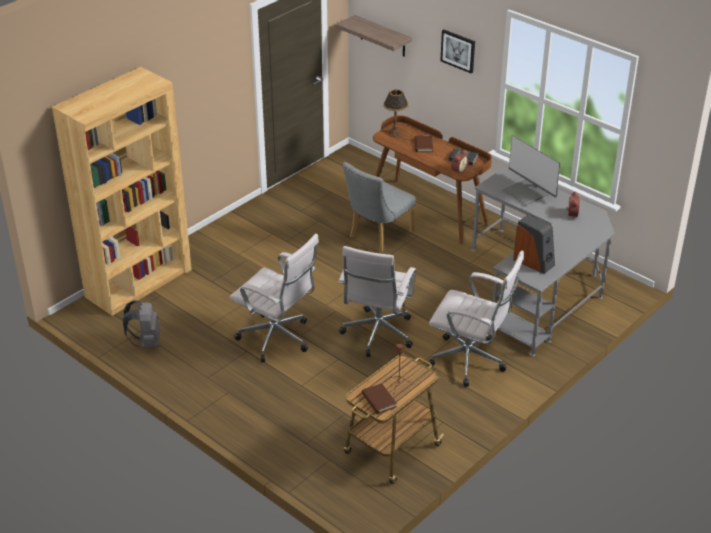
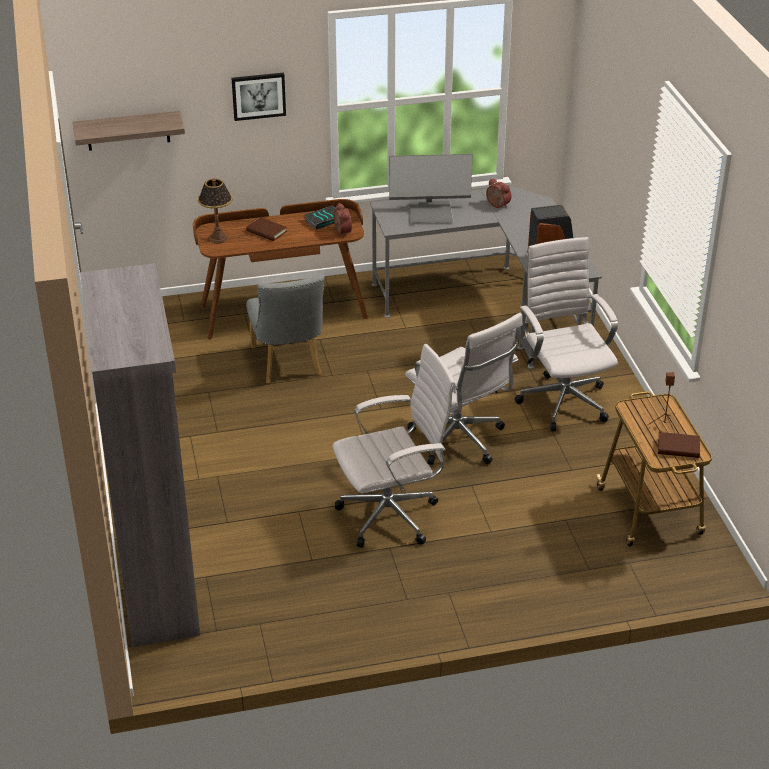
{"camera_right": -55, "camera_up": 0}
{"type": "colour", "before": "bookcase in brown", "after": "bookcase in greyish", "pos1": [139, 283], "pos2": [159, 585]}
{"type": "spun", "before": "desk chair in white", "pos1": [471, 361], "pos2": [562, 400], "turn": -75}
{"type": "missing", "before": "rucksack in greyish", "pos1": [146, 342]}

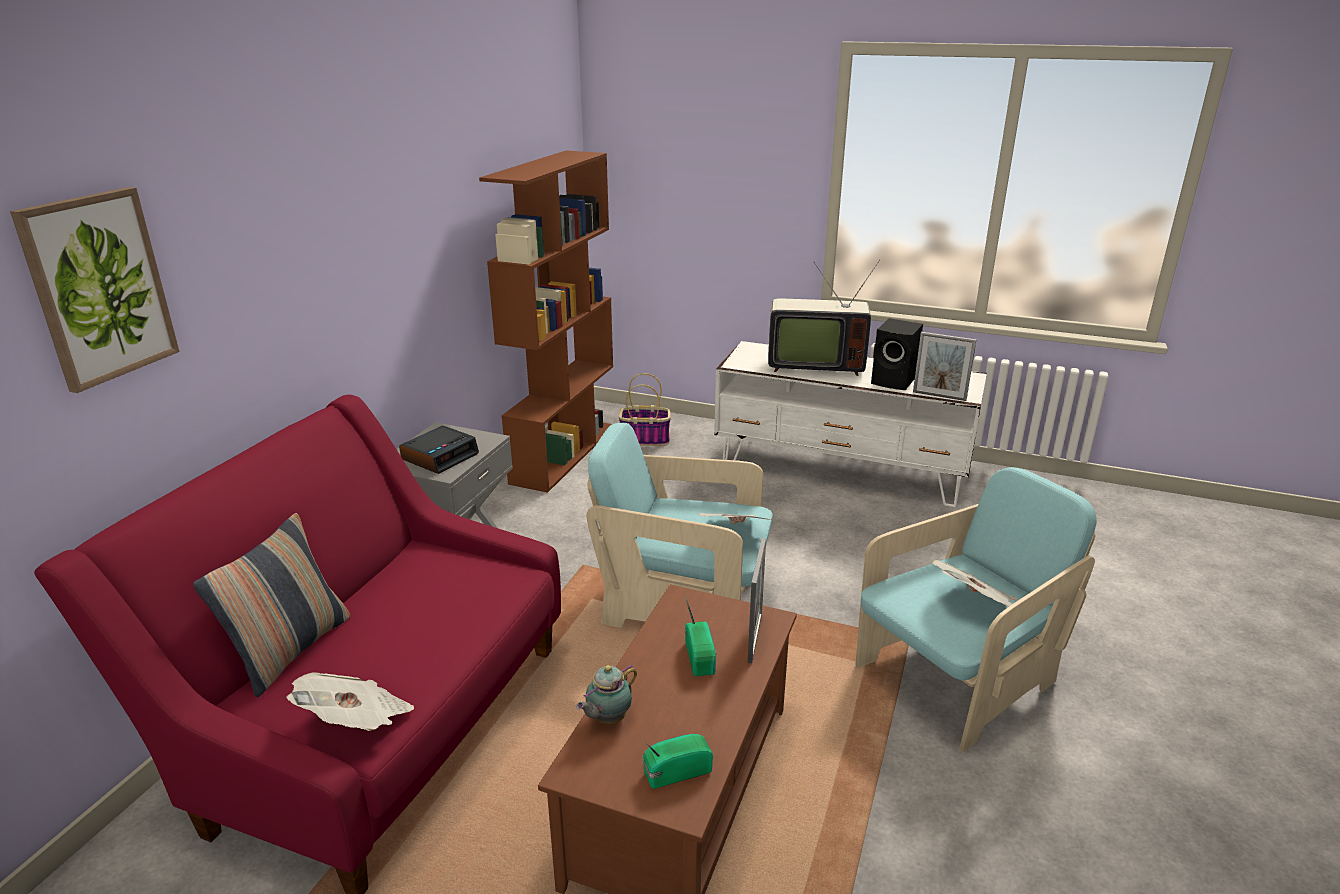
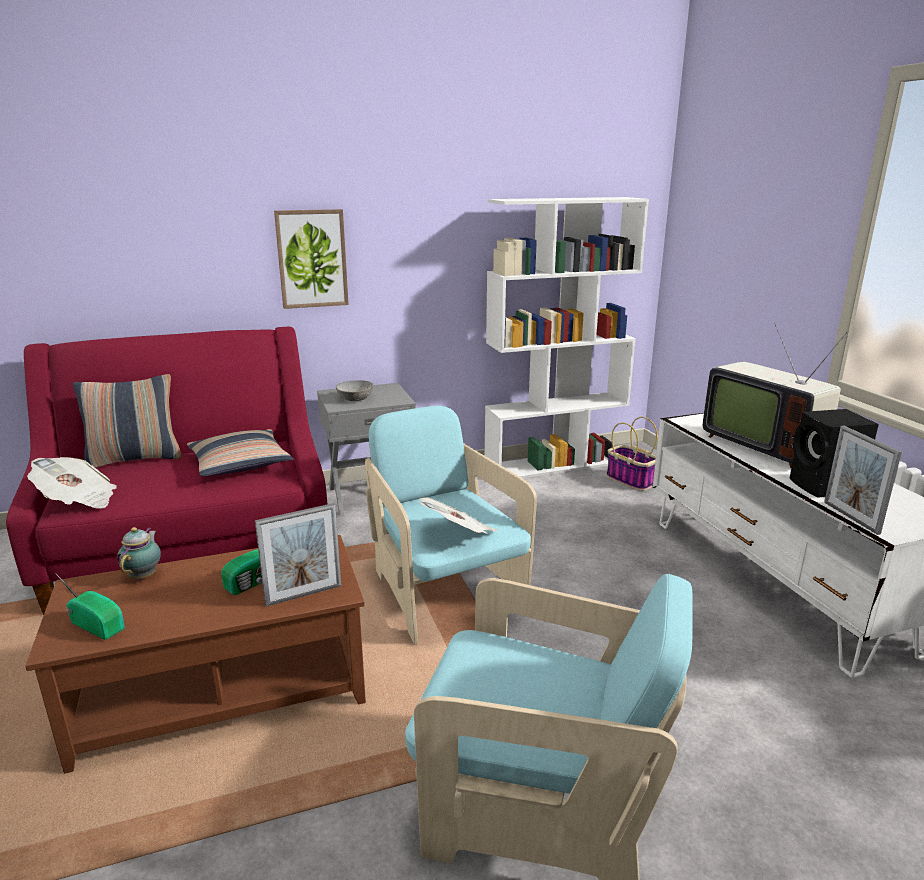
{"camera_right": 50, "camera_up": -5}
{"type": "colour", "before": "bookcase in brown", "after": "bookcase in white", "pos1": [564, 453], "pos2": [554, 464]}
{"type": "relocated", "before": "wall picture", "pos1": [99, 288], "pos2": [312, 259]}
{"type": "exchanged", "before": "bedside clock", "after": "deep dish in greyish", "pos1": [440, 456], "pos2": [356, 398]}
{"type": "missing", "before": "printed paper", "pos1": [974, 603]}
{"type": "spun", "before": "teapot", "pos1": [607, 719], "pos2": [144, 575], "turn": 90}
{"type": "appeared", "after": "cushion", "pos2": [240, 464]}

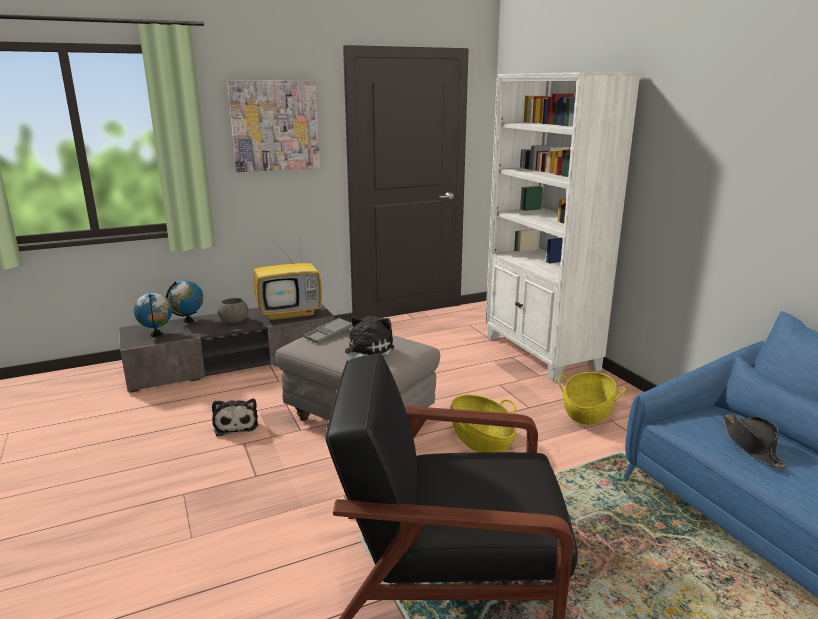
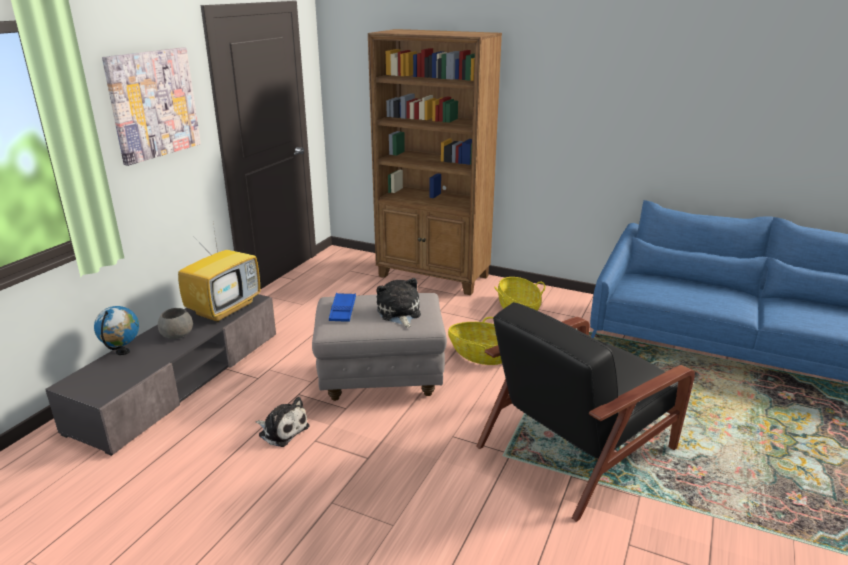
{"camera_right": -40, "camera_up": 5}
{"type": "colour", "before": "bookcase in white", "after": "bookcase in brown", "pos1": [540, 353], "pos2": [434, 277]}
{"type": "missing", "before": "world globe", "pos1": [157, 334]}
{"type": "colour", "before": "carrying tray in greyish", "after": "carrying tray in blue-coloured", "pos1": [329, 334], "pos2": [342, 310]}
{"type": "missing", "before": "clothing hat in black", "pos1": [751, 446]}

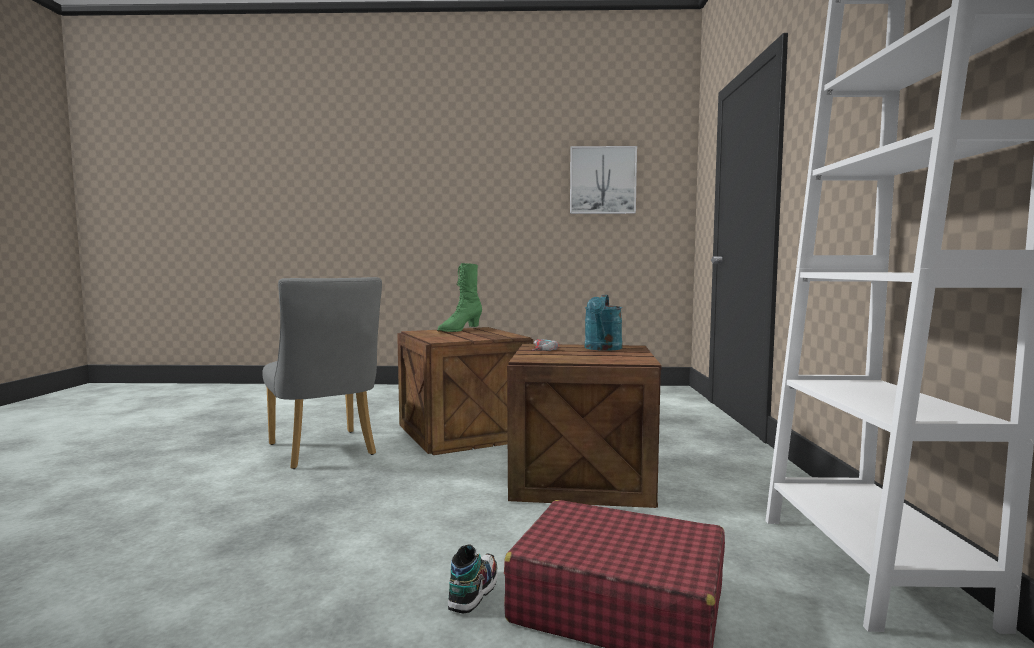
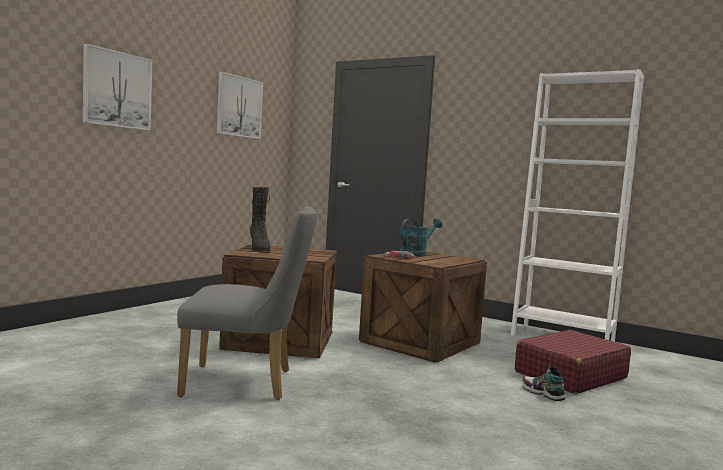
{"camera_right": -60, "camera_up": 0}
{"type": "colour", "before": "high-top boot in green", "after": "high-top boot in black", "pos1": [459, 330], "pos2": [259, 249]}
{"type": "spun", "before": "sprinkling can in turquoise-coloured", "pos1": [602, 349], "pos2": [416, 254], "turn": -90}
{"type": "appeared", "after": "wall picture", "pos2": [117, 89]}

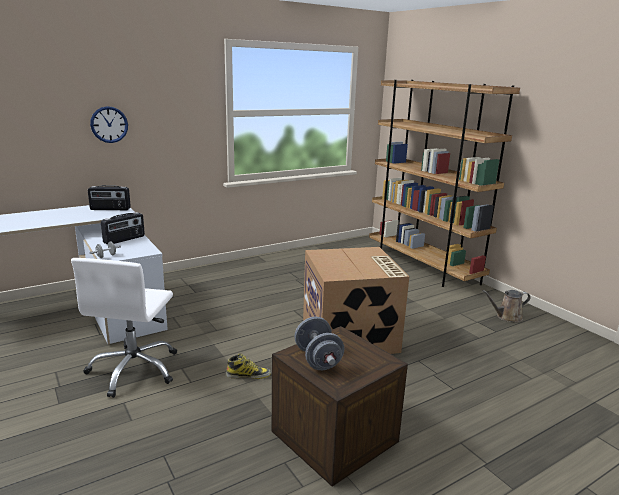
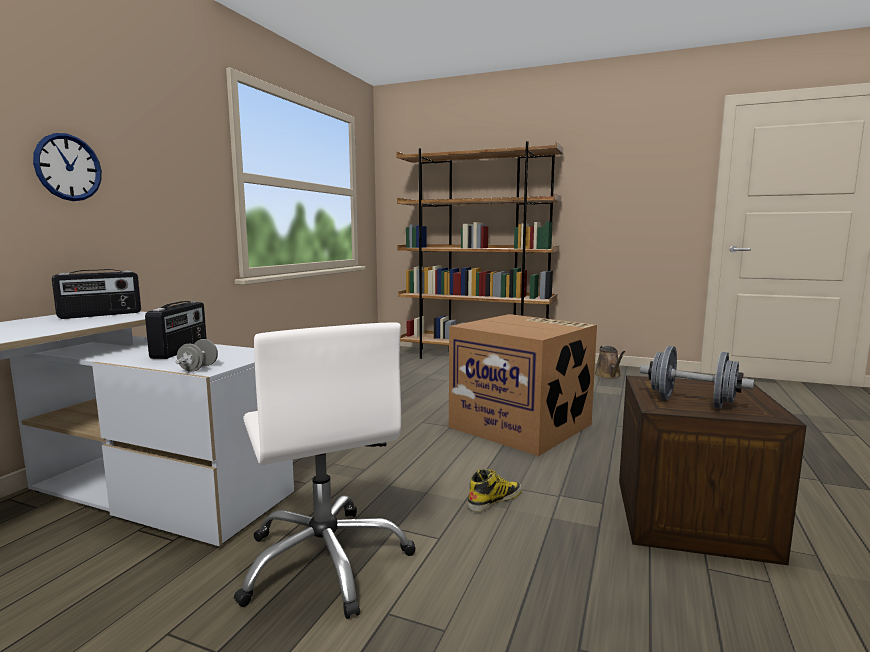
{"camera_right": -35, "camera_up": -10}
{"type": "spun", "before": "sprinkling can in brown", "pos1": [506, 317], "pos2": [608, 376], "turn": -45}

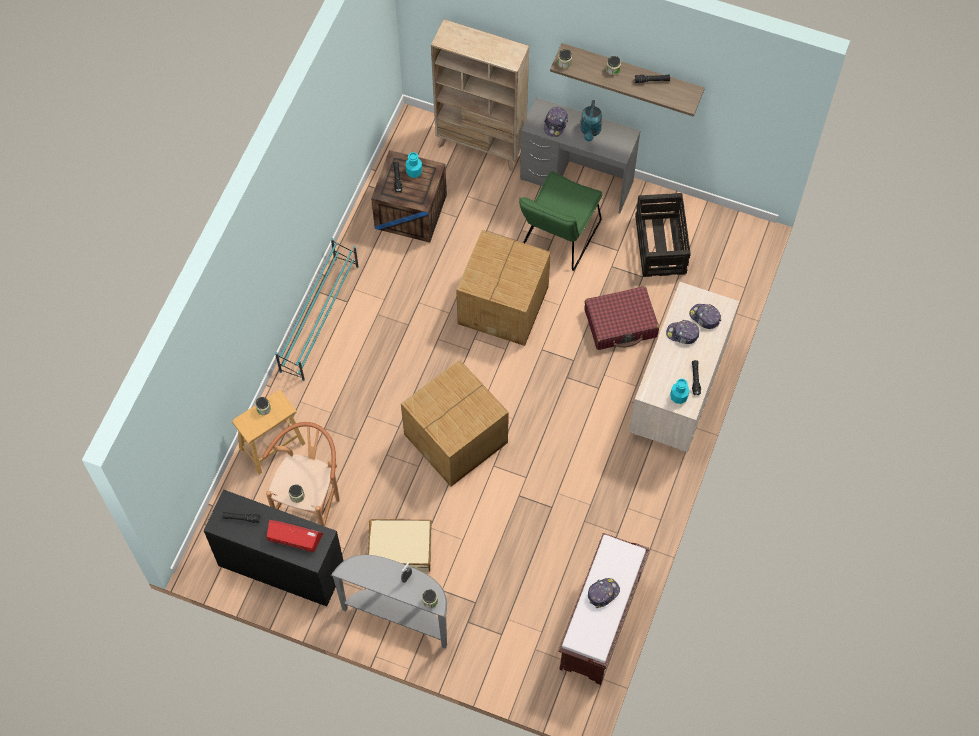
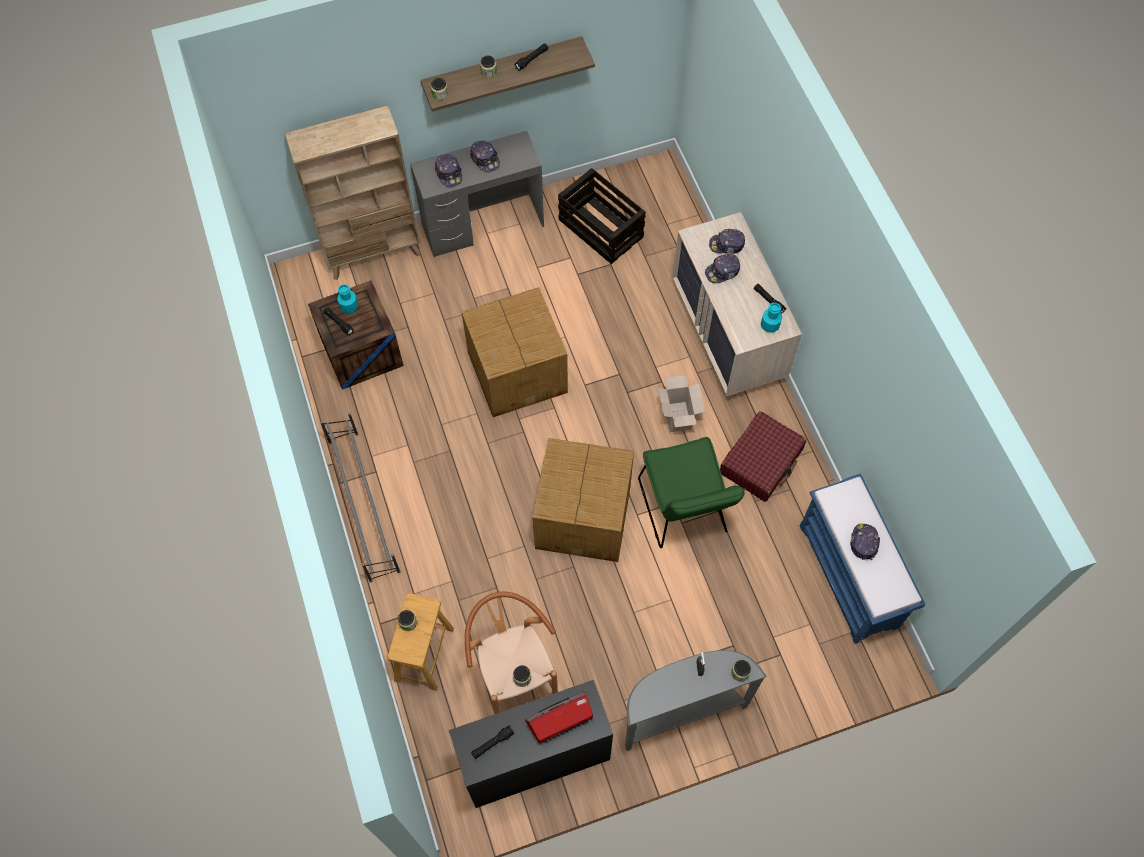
{"camera_right": -40, "camera_up": 0}
{"type": "exchanged", "before": "sprinkling can in turquoise-coloured", "after": "cap", "pos1": [590, 131], "pos2": [485, 159]}
{"type": "relocated", "before": "upright chair in green", "pos1": [558, 239], "pos2": [684, 512]}
{"type": "colour", "before": "shoe stand in turquoise-coloured", "after": "shoe stand in greyish", "pos1": [320, 318], "pos2": [363, 504]}
{"type": "relocated", "before": "suitcase in reddish", "pos1": [620, 323], "pos2": [761, 461]}
{"type": "missing", "before": "suitcase in beige-coloured", "pos1": [400, 549]}
{"type": "colour", "before": "bench in brown", "after": "bench in blue-coloured", "pos1": [600, 624], "pos2": [849, 577]}
{"type": "appeared", "after": "packing box", "pos2": [679, 418]}

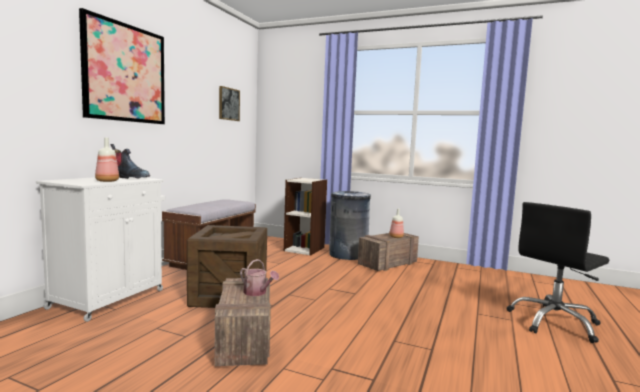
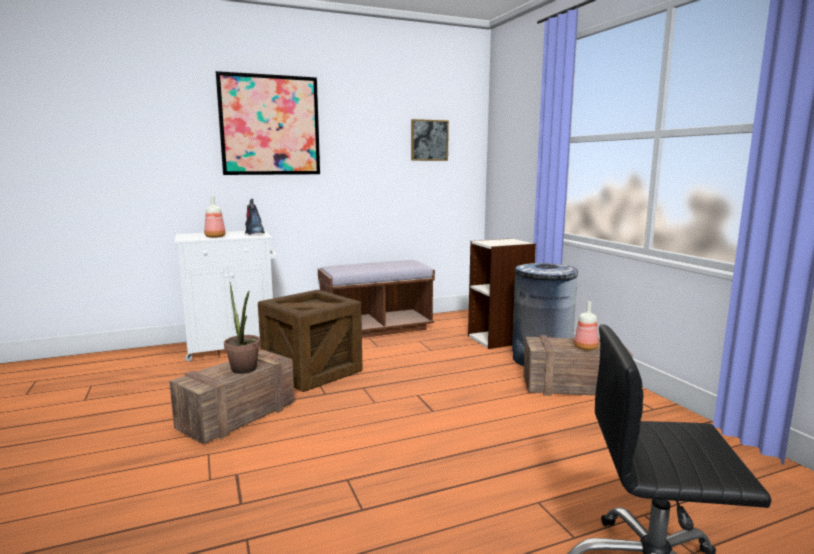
{"camera_right": 45, "camera_up": 5}
{"type": "exchanged", "before": "sprinkling can", "after": "potted plant", "pos1": [257, 293], "pos2": [245, 371]}

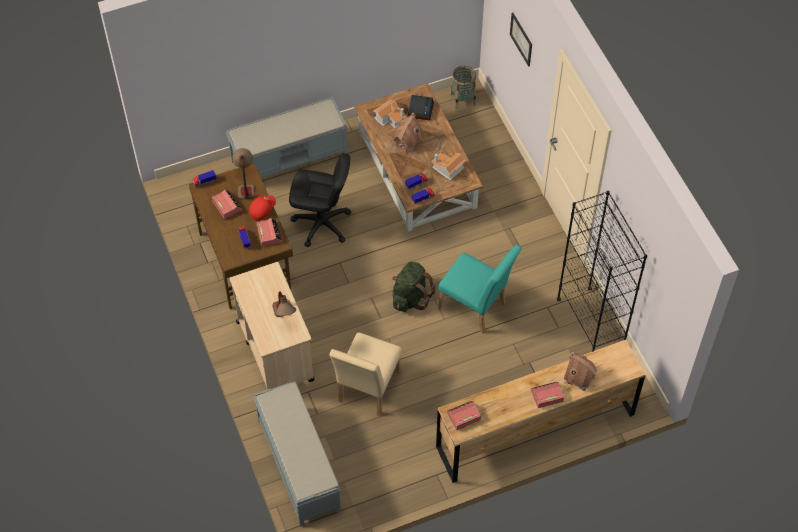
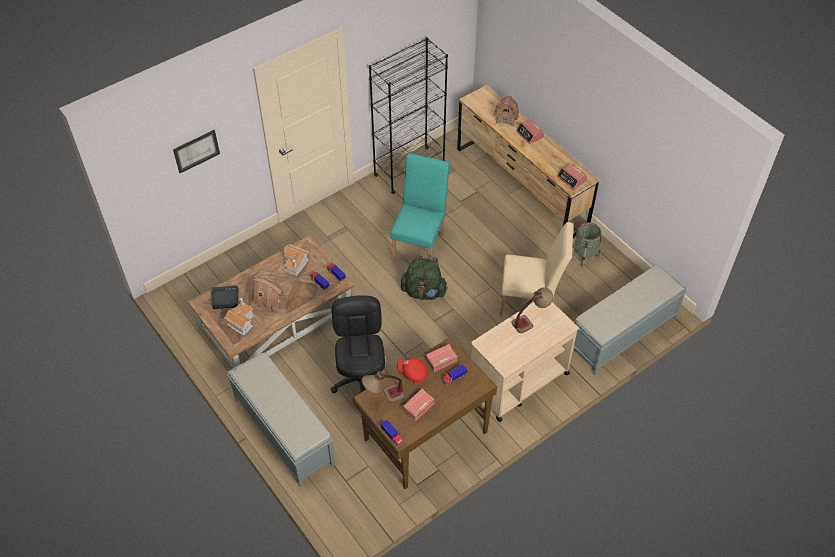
{"camera_right": -105, "camera_up": -5}
{"type": "relocated", "before": "basket", "pos1": [462, 99], "pos2": [584, 255]}

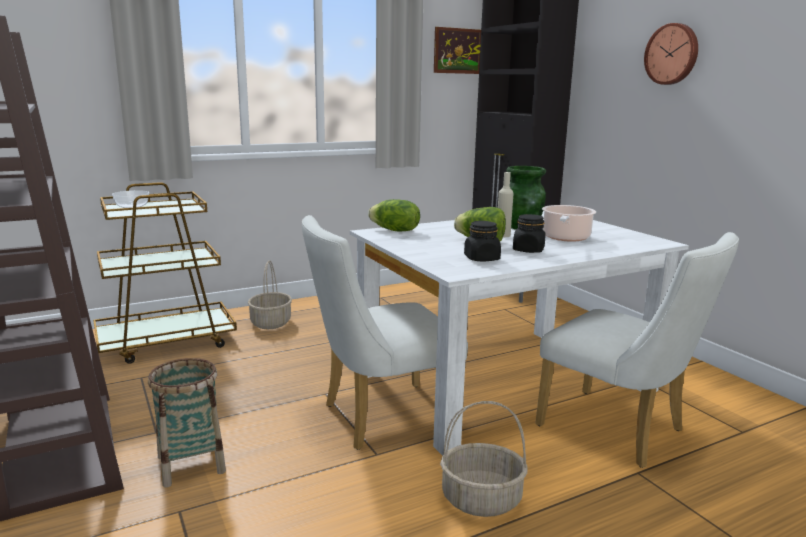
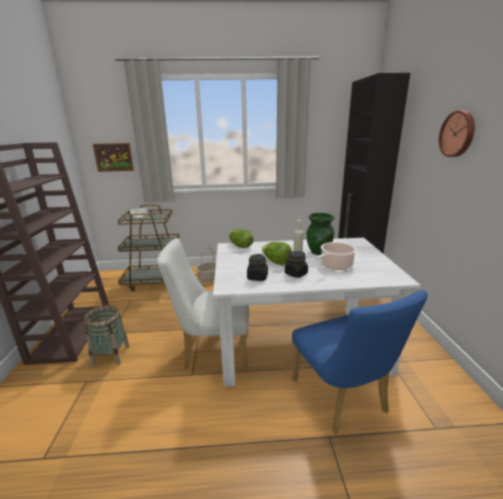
{"camera_right": 25, "camera_up": 5}
{"type": "relocated", "before": "wall picture", "pos1": [458, 51], "pos2": [113, 157]}
{"type": "colour", "before": "upright chair in white", "after": "upright chair in blue-coloured", "pos1": [620, 431], "pos2": [343, 400]}
{"type": "missing", "before": "basket", "pos1": [480, 500]}

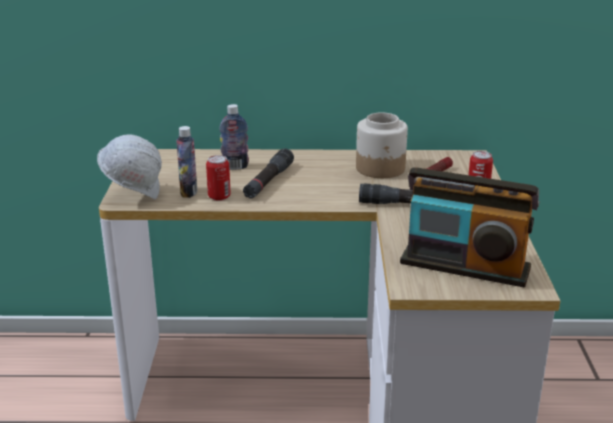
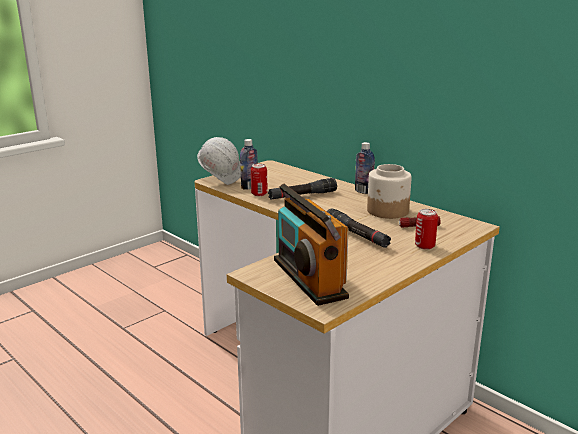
{"camera_right": 45, "camera_up": -5}
{"type": "relocated", "before": "drink bottle", "pos1": [235, 167], "pos2": [363, 191]}

